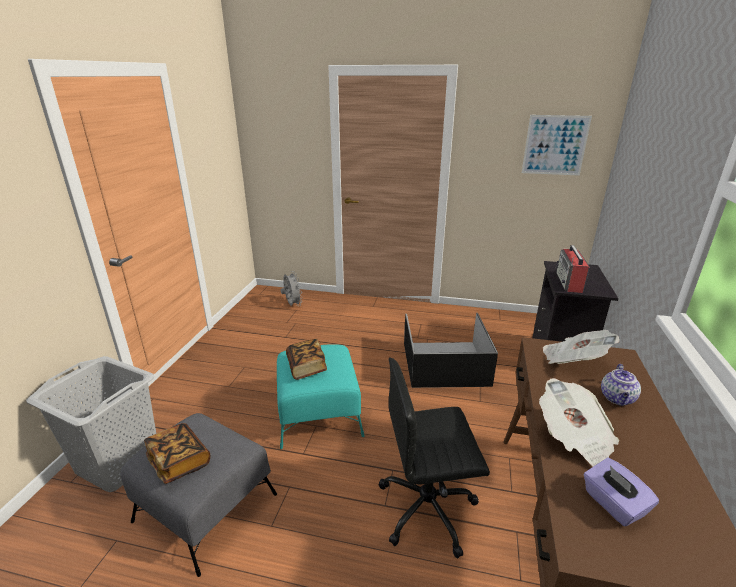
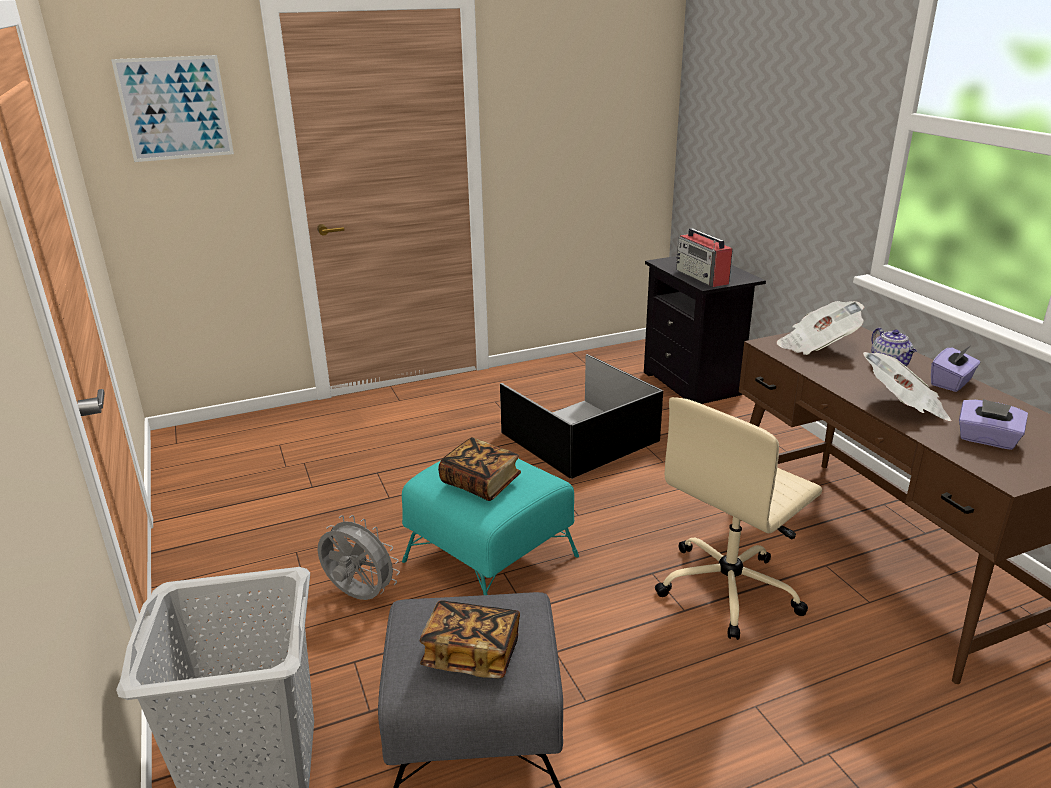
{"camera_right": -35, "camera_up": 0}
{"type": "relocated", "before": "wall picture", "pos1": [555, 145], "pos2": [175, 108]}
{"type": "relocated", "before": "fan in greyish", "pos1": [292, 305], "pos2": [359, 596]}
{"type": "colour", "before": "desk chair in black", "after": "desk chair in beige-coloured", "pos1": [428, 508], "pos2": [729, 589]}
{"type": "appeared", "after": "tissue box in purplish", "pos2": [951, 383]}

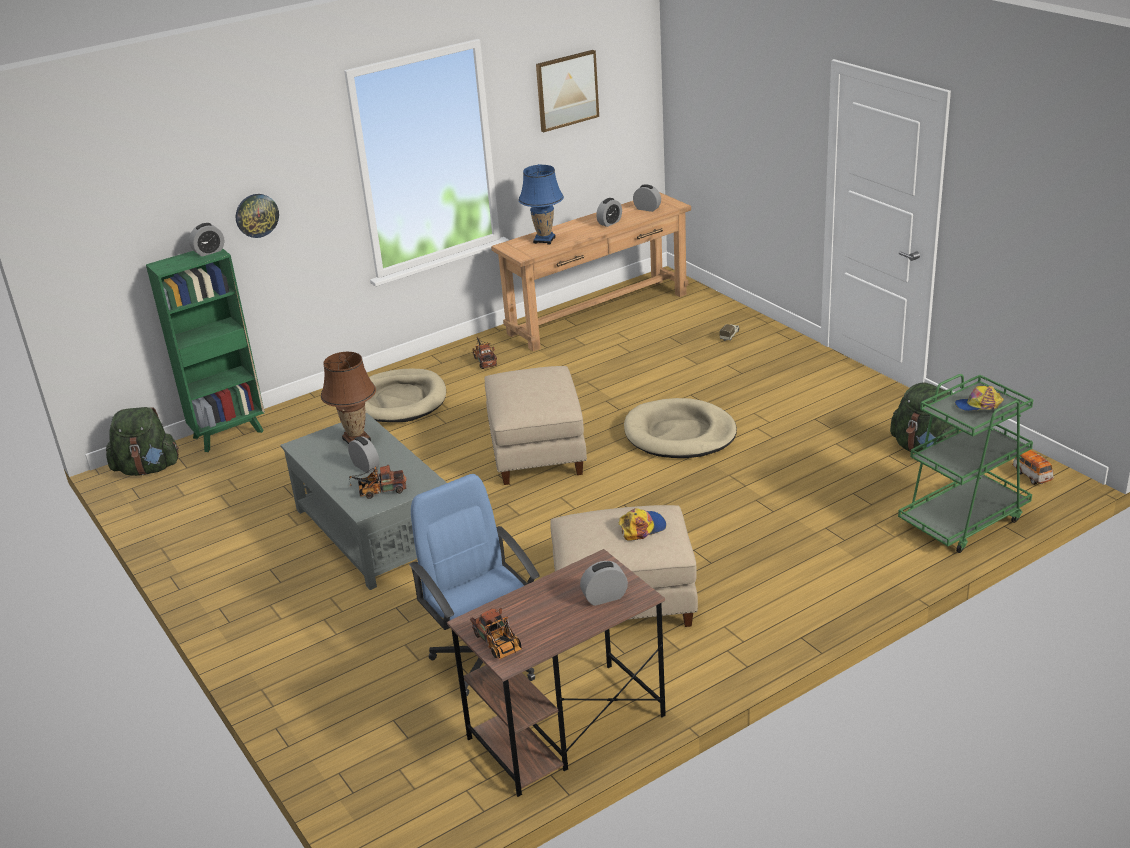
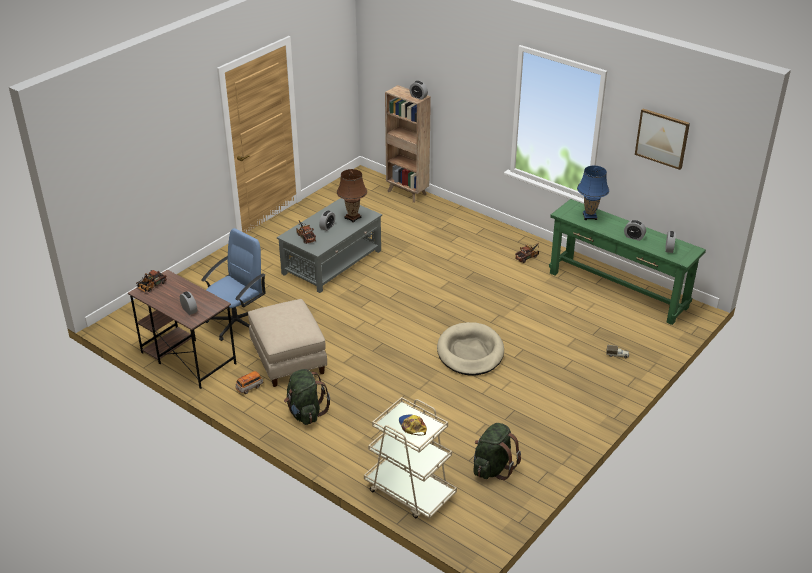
{"camera_right": 70, "camera_up": 5}
{"type": "colour", "before": "console table in brown", "after": "console table in green", "pos1": [598, 314], "pos2": [617, 290]}
{"type": "missing", "before": "clock on the wall", "pos1": [256, 215]}
{"type": "colour", "before": "bookcase in green", "after": "bookcase in brown", "pos1": [230, 434], "pos2": [407, 193]}
{"type": "missing", "before": "footrest in beige-coloured", "pos1": [538, 453]}
{"type": "missing", "before": "dog bed in beige-coloured", "pos1": [400, 400]}
{"type": "colour", "before": "cart in green", "after": "cart in beige-coloured", "pos1": [963, 520], "pos2": [409, 491]}
{"type": "relocated", "before": "rucksack in green", "pos1": [147, 469], "pos2": [305, 413]}
{"type": "relocated", "before": "miniature car", "pos1": [1031, 476], "pos2": [249, 387]}
{"type": "missing", "before": "cap", "pos1": [642, 527]}

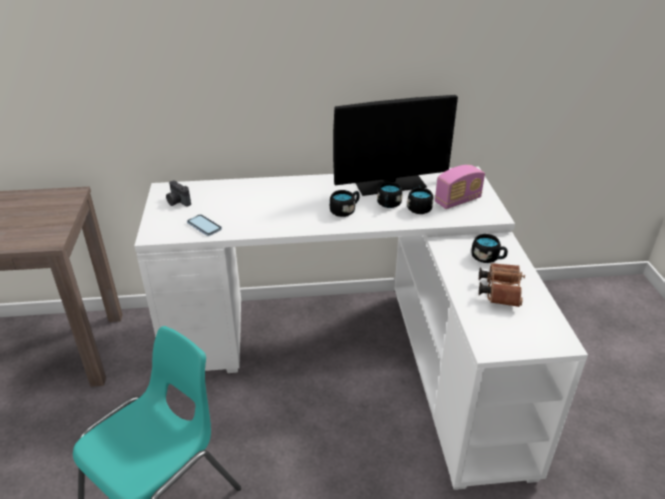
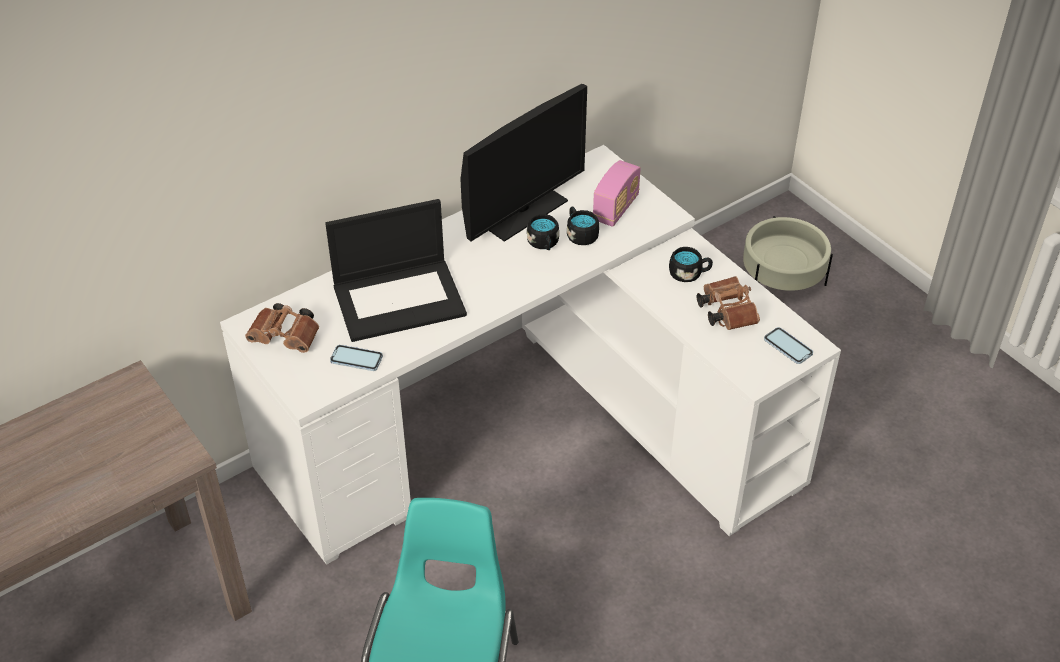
{"camera_right": -30, "camera_up": 10}
{"type": "exchanged", "before": "photo camera", "after": "pair of binoculars in brown", "pos1": [177, 202], "pos2": [287, 338]}
{"type": "missing", "before": "coffee mug in black", "pos1": [345, 210]}
{"type": "appeared", "after": "portable computer", "pos2": [400, 299]}
{"type": "appeared", "after": "flower pot in beige-coloured", "pos2": [782, 276]}
{"type": "appeared", "after": "phone", "pos2": [788, 347]}

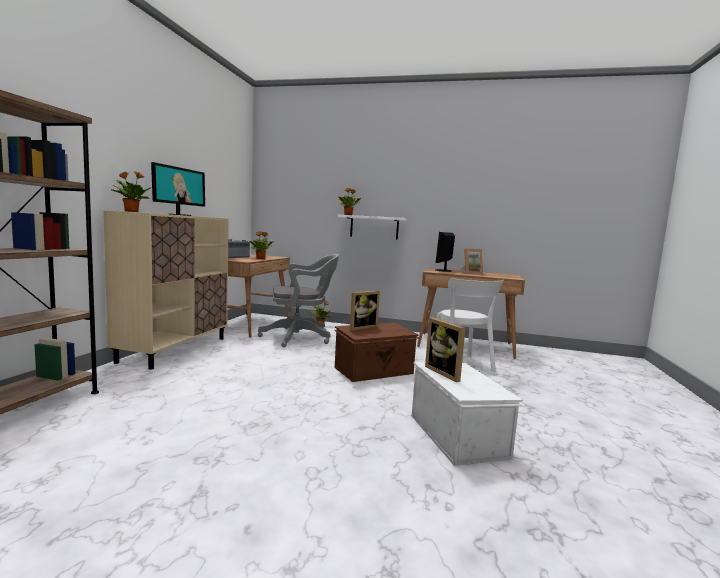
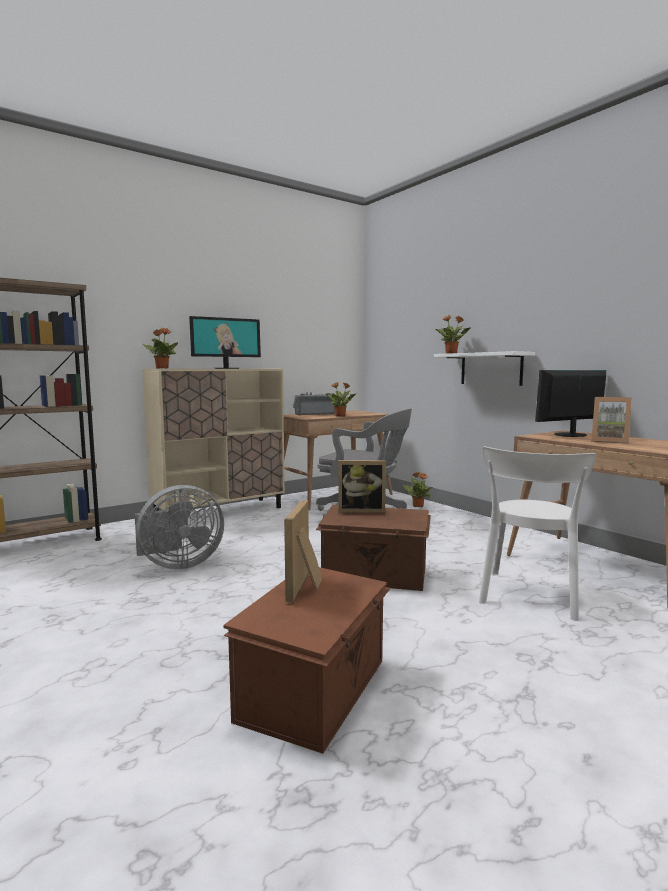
{"camera_right": 40, "camera_up": 0}
{"type": "colour", "before": "storage container in white", "after": "storage container in brown", "pos1": [458, 435], "pos2": [316, 689]}
{"type": "appeared", "after": "fan in greyish", "pos2": [178, 564]}

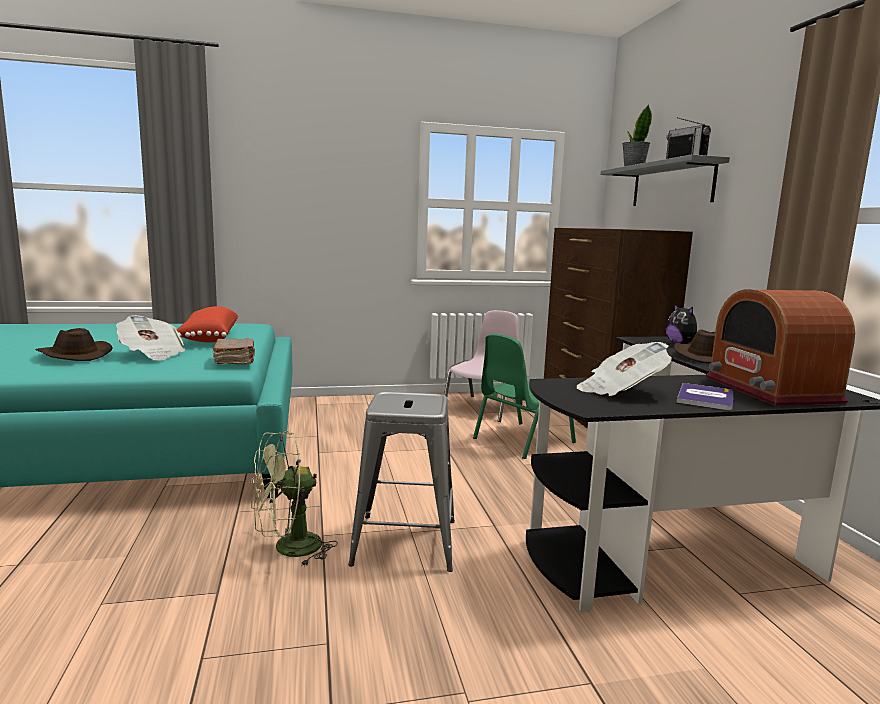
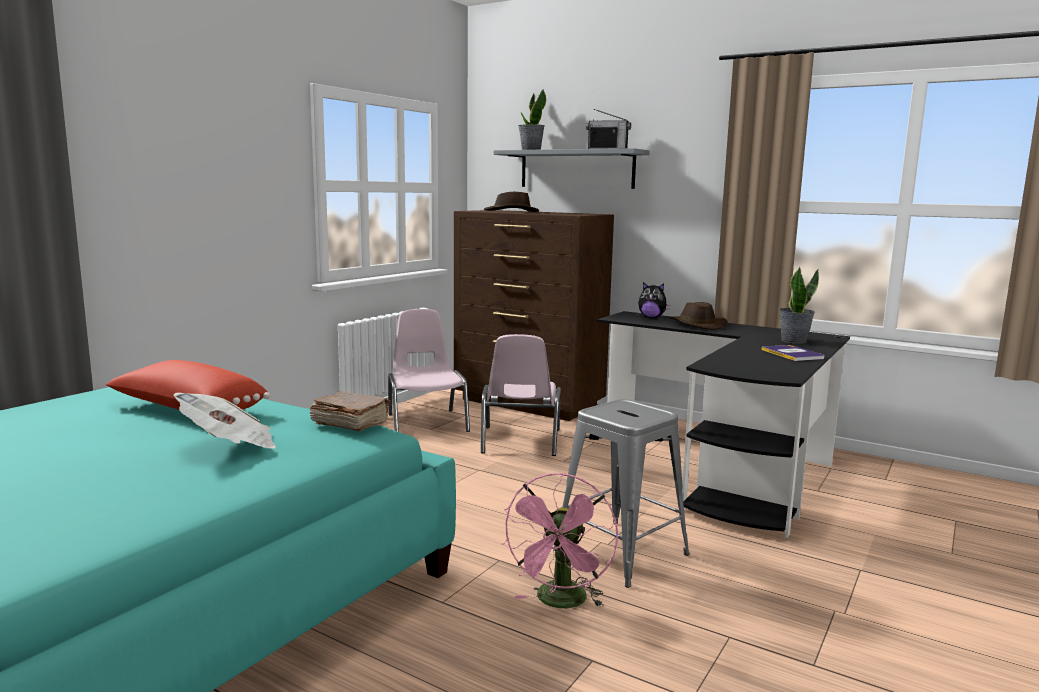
{"camera_right": -45, "camera_up": 0}
{"type": "exchanged", "before": "radio receiver", "after": "potted plant", "pos1": [770, 390], "pos2": [793, 341]}
{"type": "relocated", "before": "clothing hat in brown", "pos1": [73, 355], "pos2": [512, 211]}
{"type": "colour", "before": "upright chair in green", "after": "upright chair in pinkish", "pos1": [521, 440], "pos2": [519, 442]}
{"type": "missing", "before": "printed paper", "pos1": [620, 391]}
{"type": "colour", "before": "fan in green", "after": "fan in pinkish", "pos1": [288, 549], "pos2": [561, 603]}

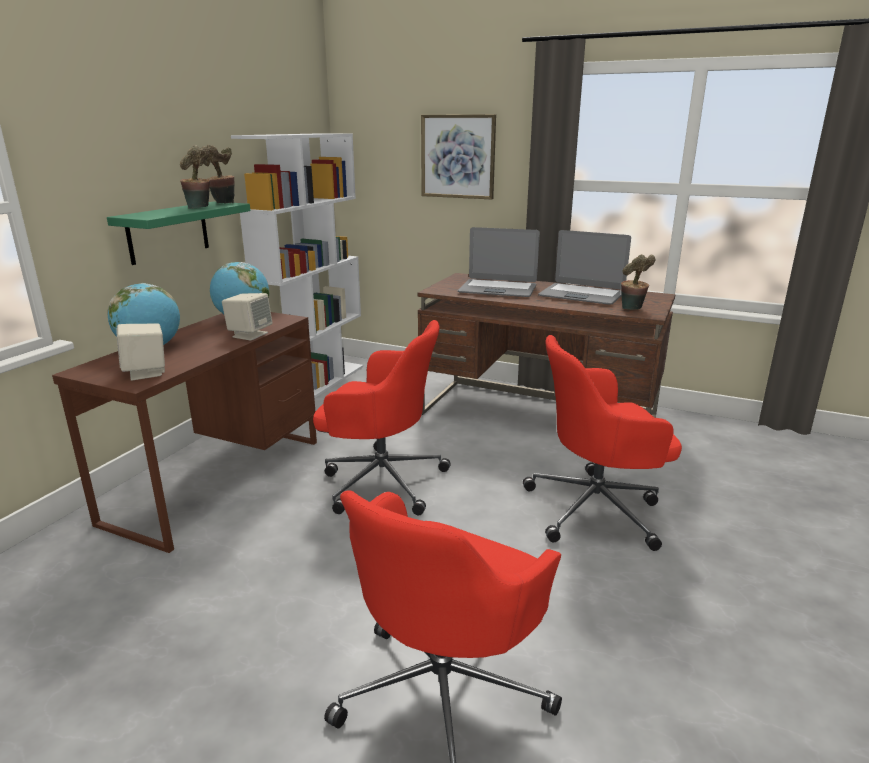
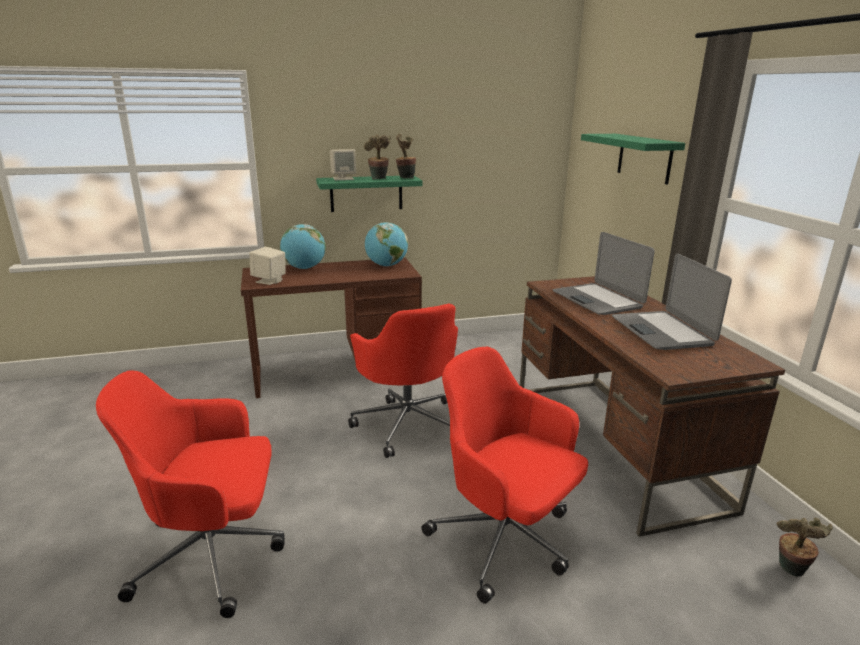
{"camera_right": 50, "camera_up": 0}
{"type": "exchanged", "before": "wall picture", "after": "shelf in green", "pos1": [458, 156], "pos2": [644, 158]}
{"type": "missing", "before": "bookcase in white", "pos1": [315, 384]}
{"type": "relocated", "before": "potted plant", "pos1": [632, 309], "pos2": [790, 571]}
{"type": "relocated", "before": "audio speaker in beige-coloured", "pos1": [250, 335], "pos2": [343, 178]}

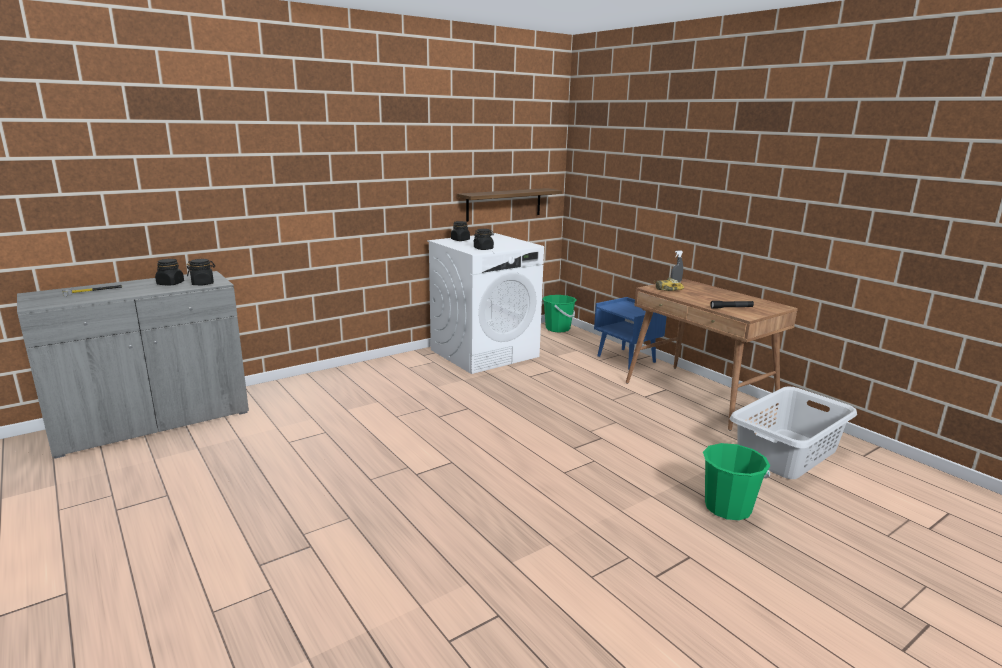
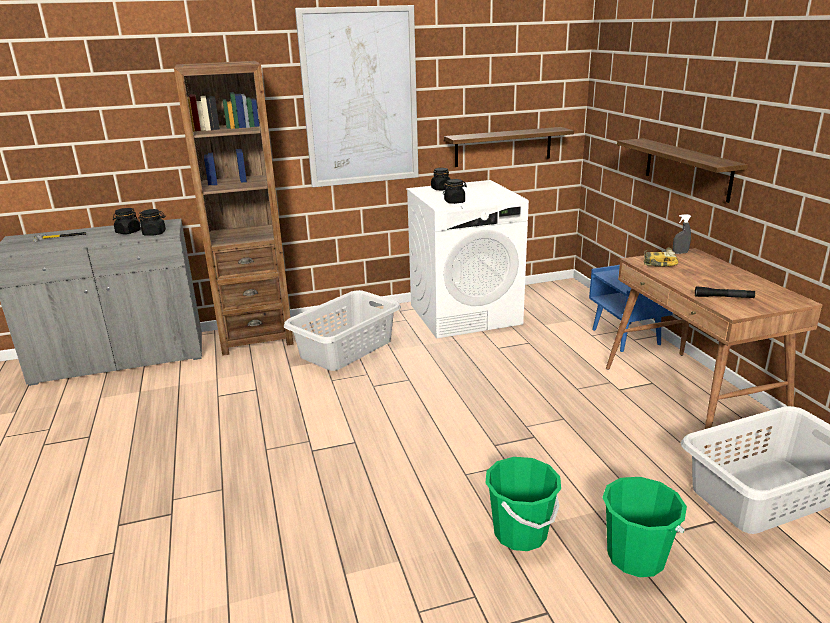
{"camera_right": 20, "camera_up": 5}
{"type": "relocated", "before": "pail in green", "pos1": [558, 329], "pos2": [520, 533]}
{"type": "appeared", "after": "wall picture", "pos2": [360, 98]}
{"type": "appeared", "after": "bookcase in brown", "pos2": [256, 337]}
{"type": "appeared", "after": "shelf", "pos2": [687, 169]}
{"type": "appeared", "after": "washing basket in greyish", "pos2": [347, 348]}

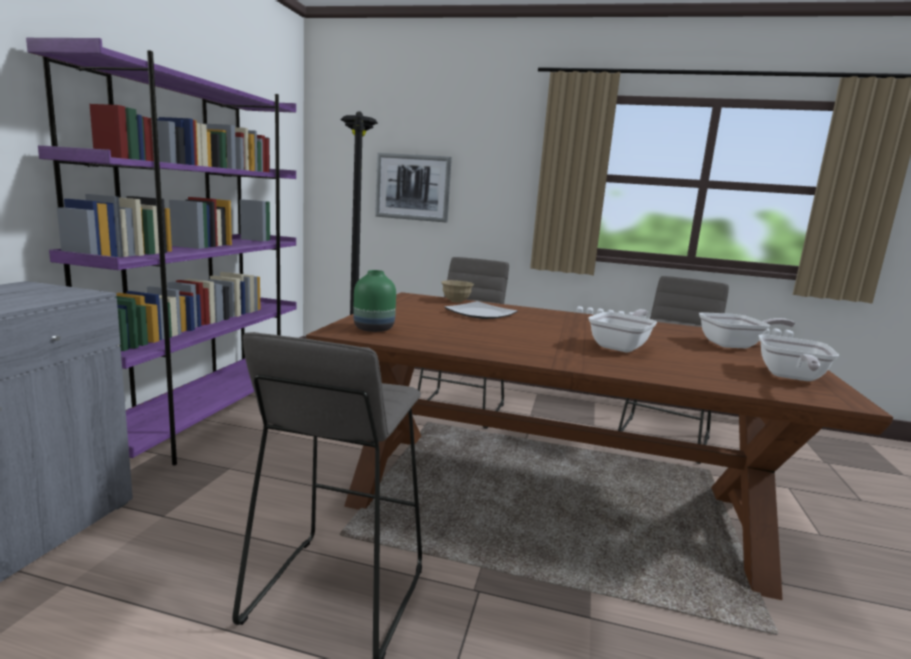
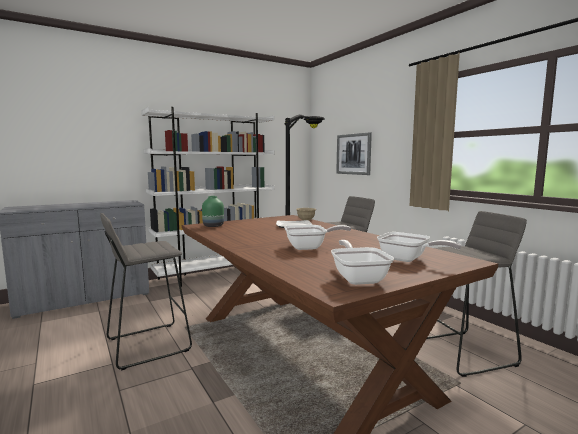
{"camera_right": 45, "camera_up": -5}
{"type": "colour", "before": "bookcase in purplish", "after": "bookcase in white", "pos1": [206, 422], "pos2": [216, 274]}
{"type": "spun", "before": "frying pan", "pos1": [790, 377], "pos2": [358, 278], "turn": 105}

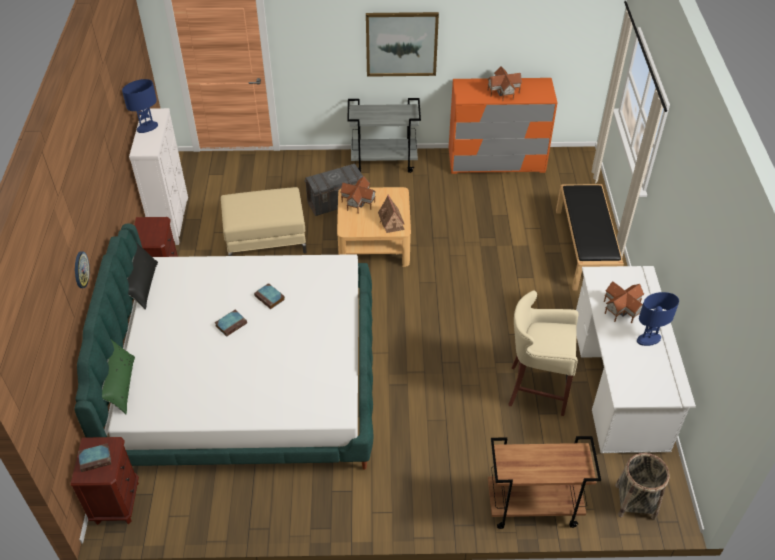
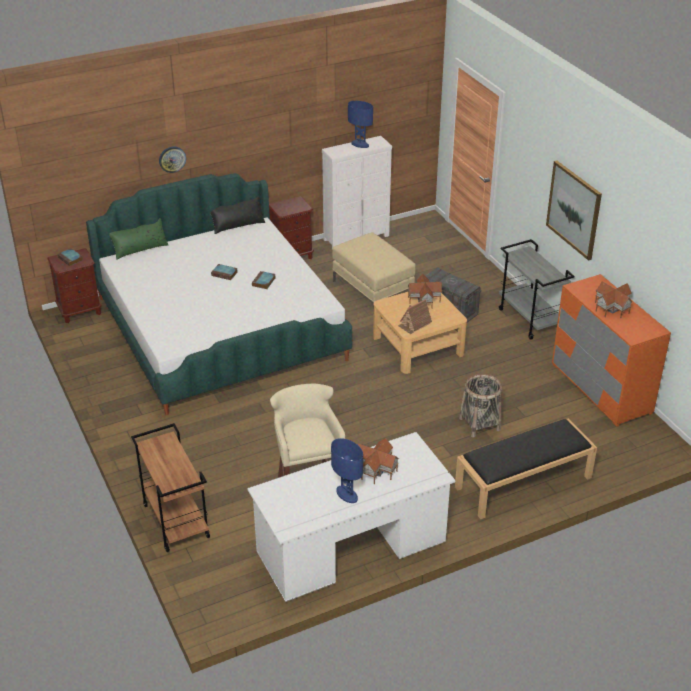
{"camera_right": 65, "camera_up": -10}
{"type": "relocated", "before": "basket", "pos1": [635, 501], "pos2": [479, 424]}

